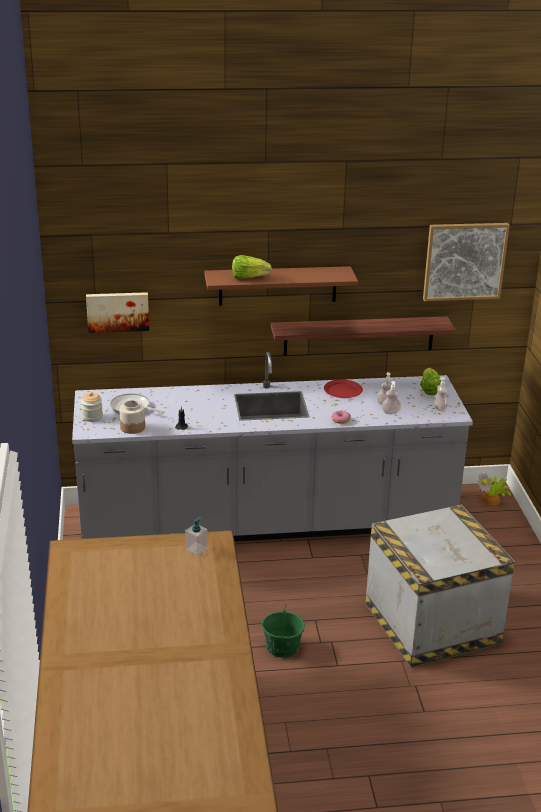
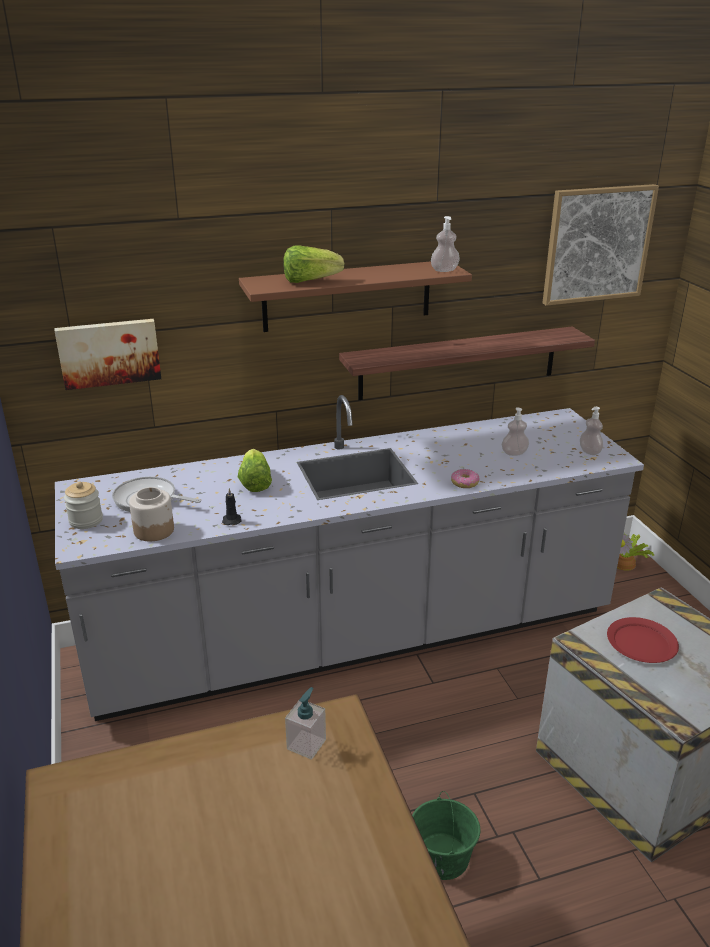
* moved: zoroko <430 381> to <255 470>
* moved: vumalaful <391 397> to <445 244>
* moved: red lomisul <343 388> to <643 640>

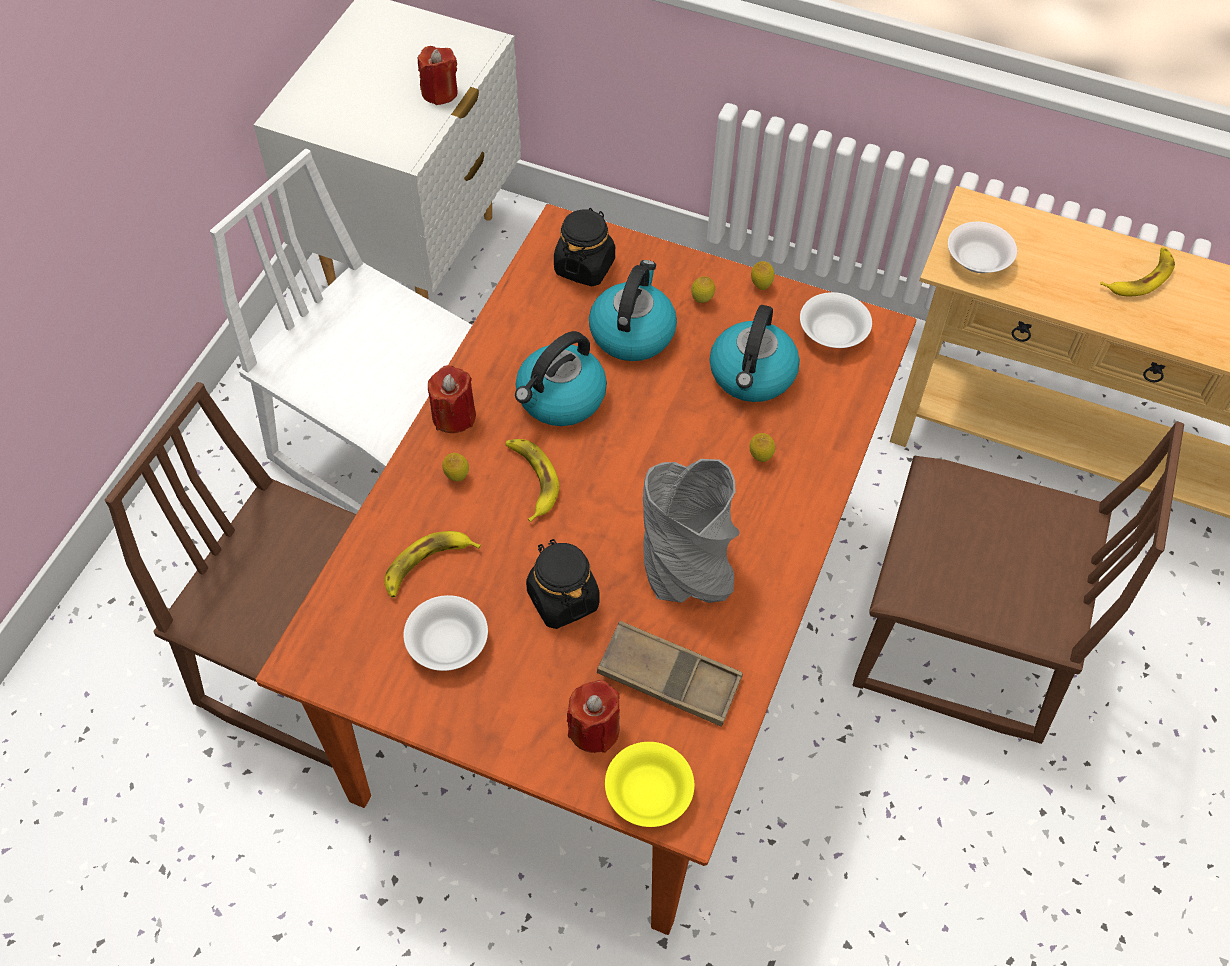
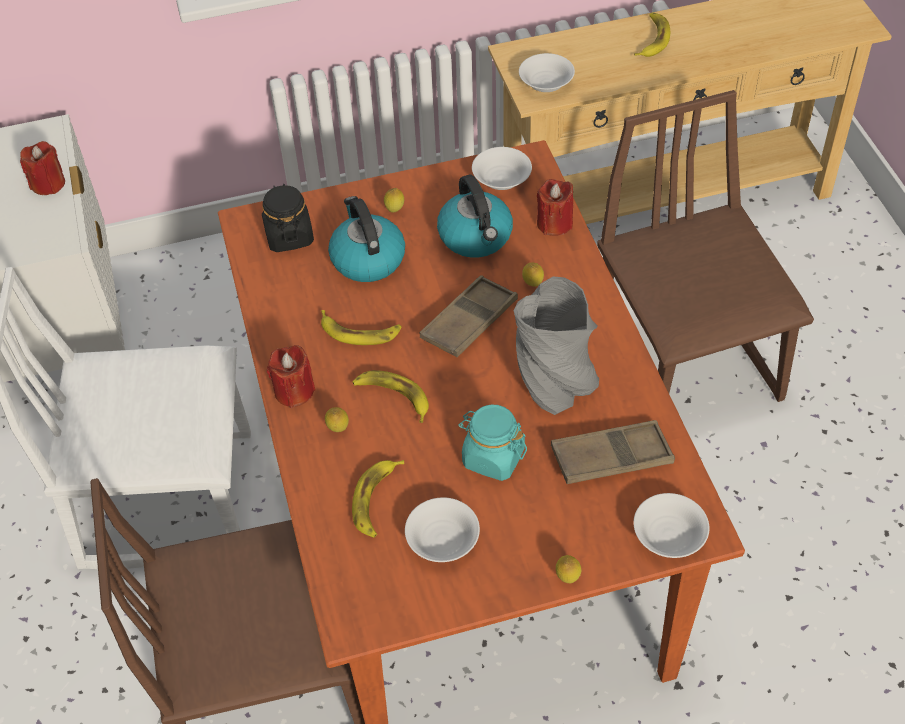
* replaced: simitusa <561 378> to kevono <361 327>
* added: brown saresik <469 316>
* recoloured: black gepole <563 584> to turquoise gepole <492 443>
* moved: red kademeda <593 716> to <555 207>
* moved: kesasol <762 275> to <569 569>
* turned: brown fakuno <1018 582> = <705 246> 90 degrees counterclockwise
* recoloured: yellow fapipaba <649 784> to white fapipaba <671 525>

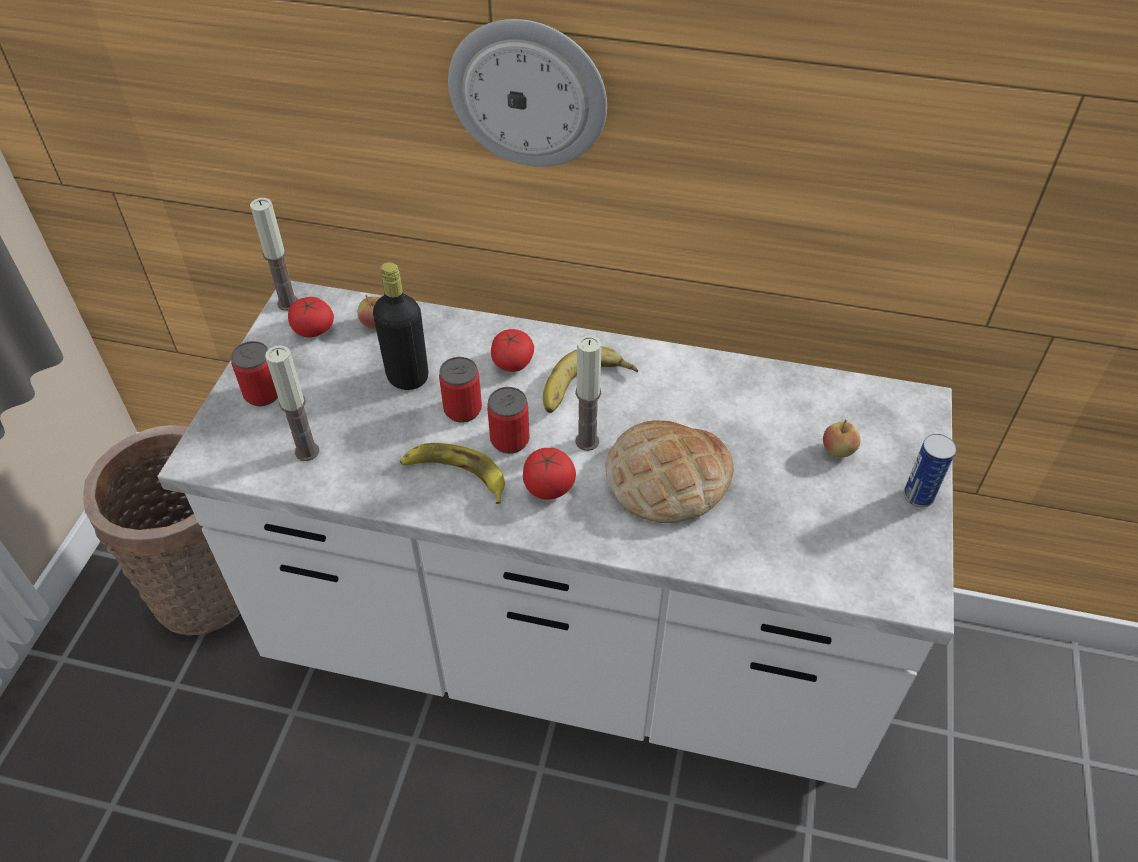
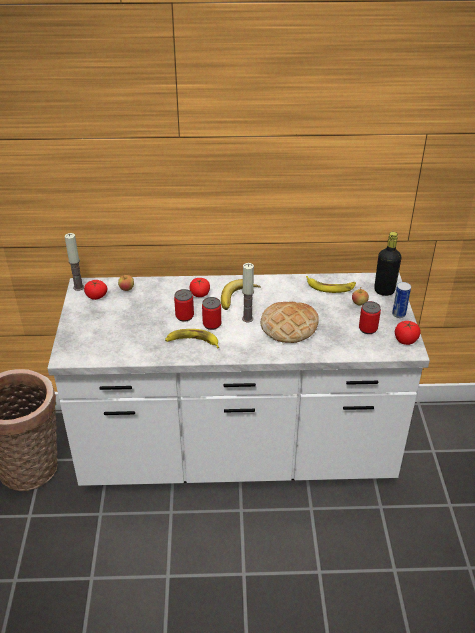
* added: kevono <331 284>
* moved: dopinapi <254 373> to <370 317>
* moved: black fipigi <400 326> to <387 264>
* moved: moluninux <549 474> to <408 333>
* removed: kademeda <292 403>
* removed: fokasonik <527 93>

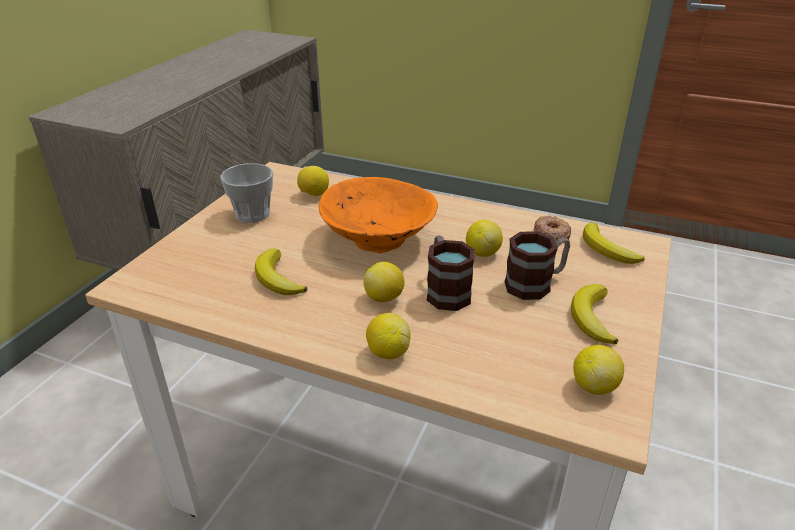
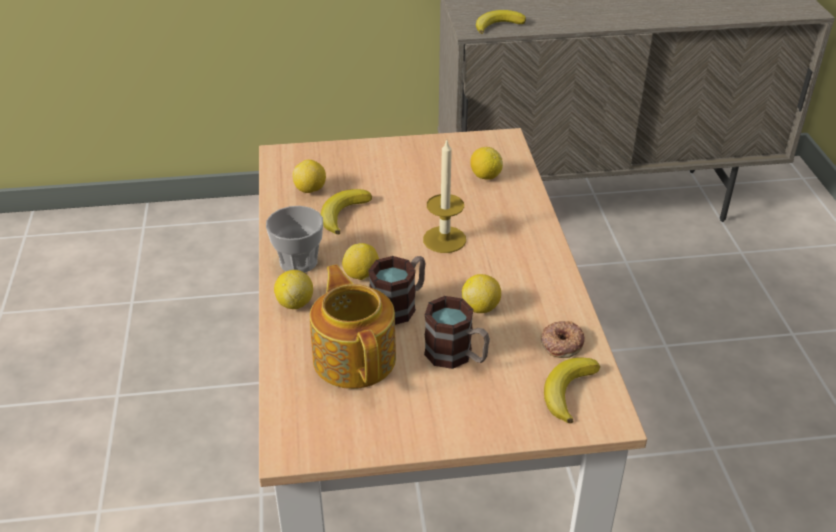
* moved: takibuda <246 193> to <294 239>
* moved: kesasol <598 370> to <309 176>
* added: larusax <353 326>
* replaced: orange fapipaba <378 215> to kademeda <444 195>
* moved: kevono <594 314> to <501 22>

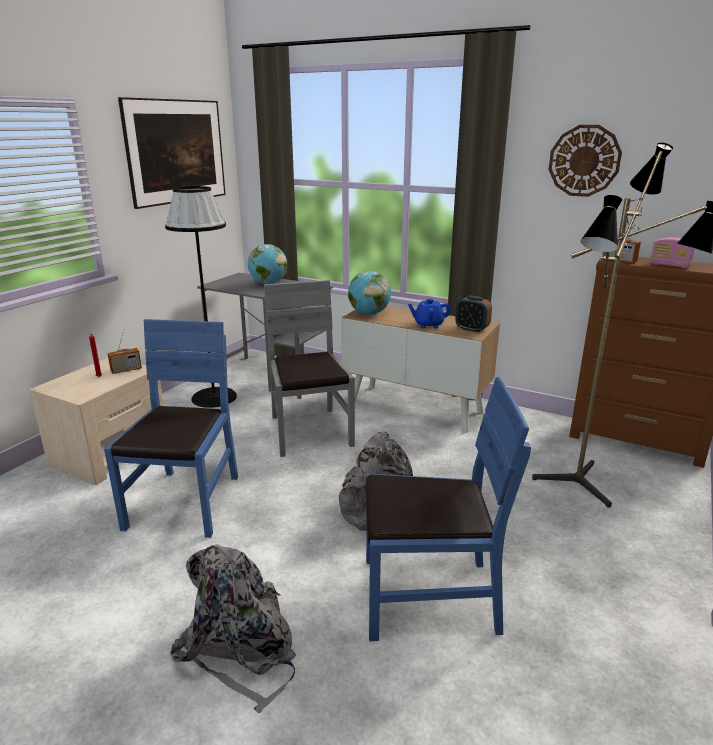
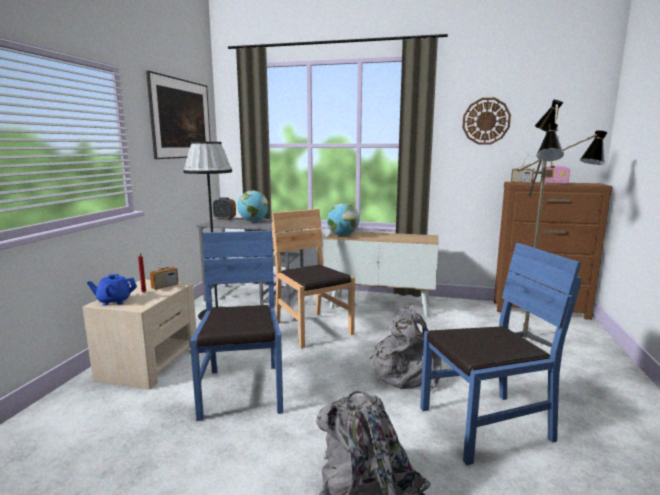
* moved: blue larusax <429 313> to <112 290>
* moved: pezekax <473 314> to <224 208>
* recoloured: grey fakuno <309 368> to brown fakuno <313 278>

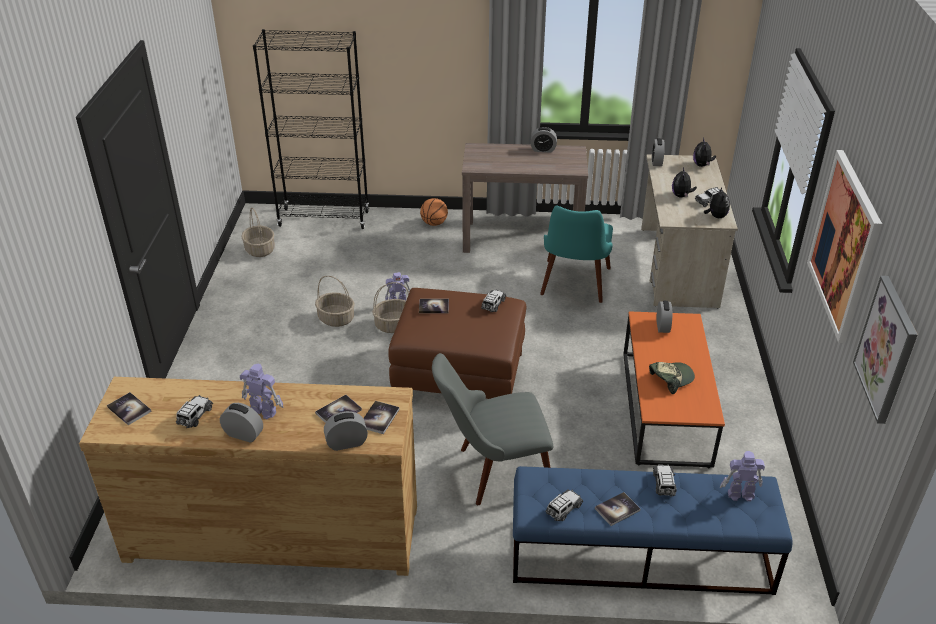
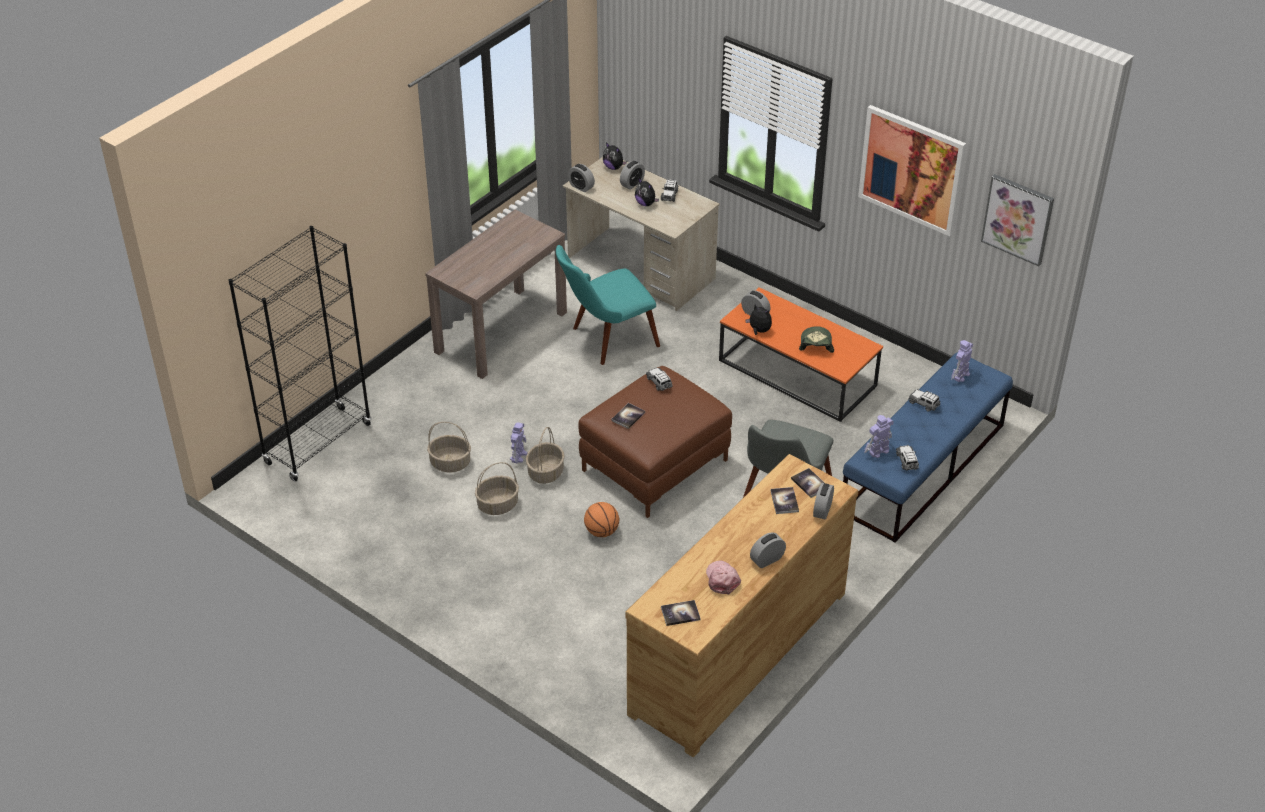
* moved: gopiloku <258 232> to <449 447>
* turned: turquoise fakuno <576 254> = <608 305> 105 degrees clockwise
* moved: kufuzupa <434 212> to <601 519>
* moved: pezekax <543 140> to <632 175>
* replaced: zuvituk <194 411> to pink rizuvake <723 577>
* moved: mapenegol <717 202> to <758 319>
* moved: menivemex <262 391> to <879 436>
* removed: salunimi <617 509>

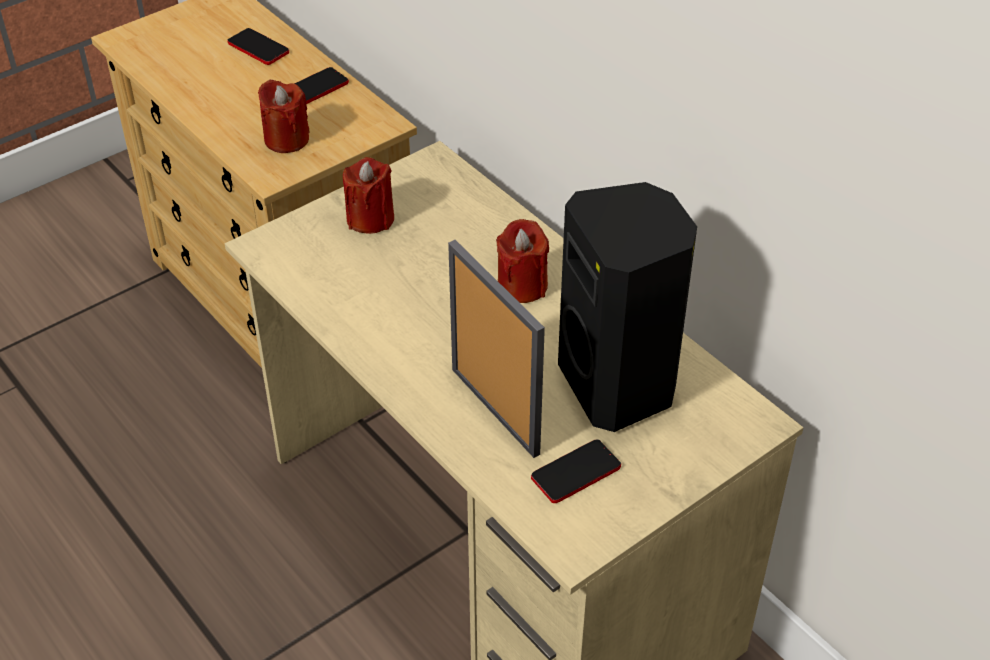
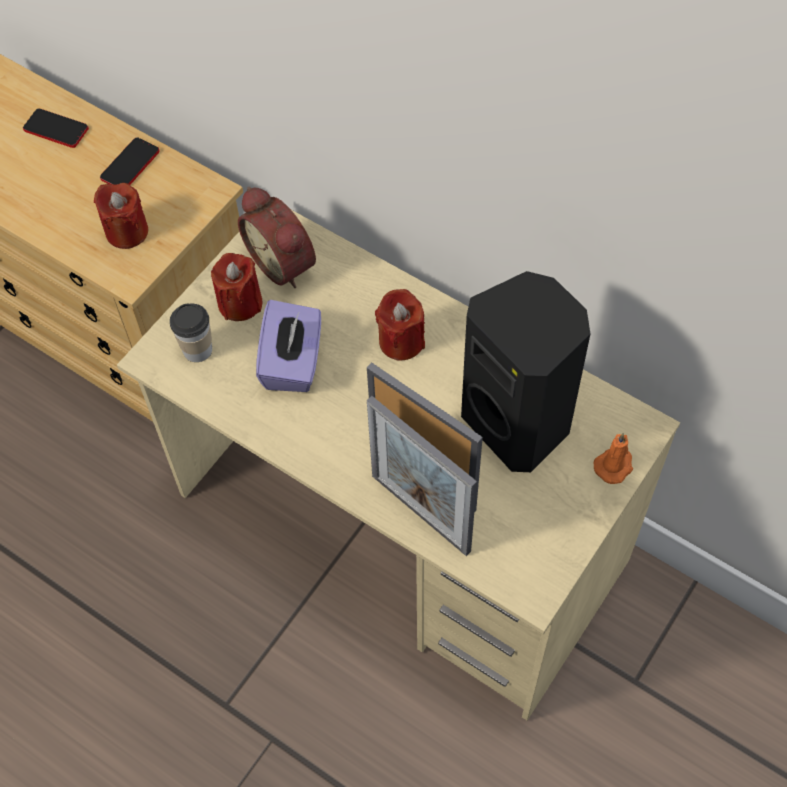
* added: takibuda <191 333>
* added: pezekax <277 237>
* added: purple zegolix <288 346>
* added: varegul <422 476>
* added: orange kademeda <613 458>
* removed: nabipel <576 471>

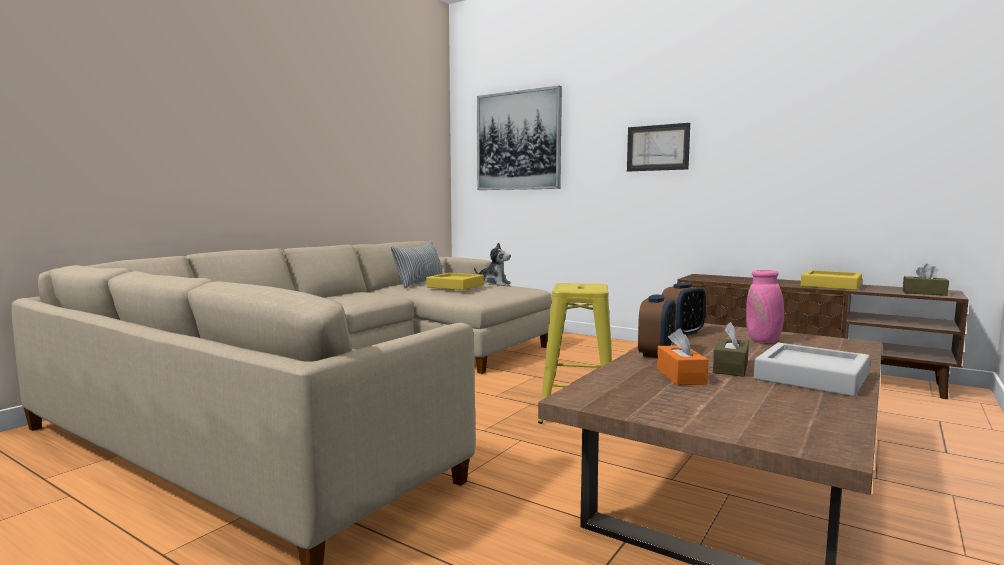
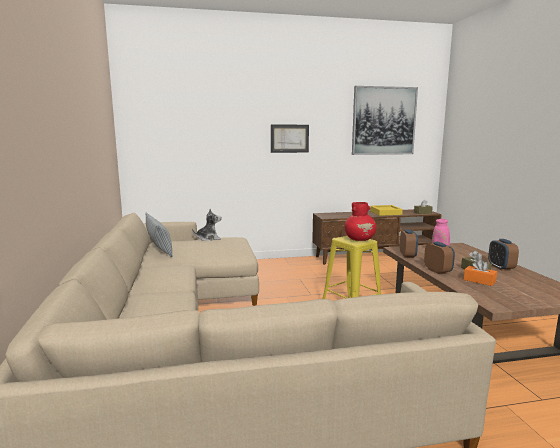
* added: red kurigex <361 221>
* moved: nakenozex <519 138> to <385 120>
* replaced: grey saresik <812 370> to pezekax <503 255>
* removed: yellow saresik <455 281>

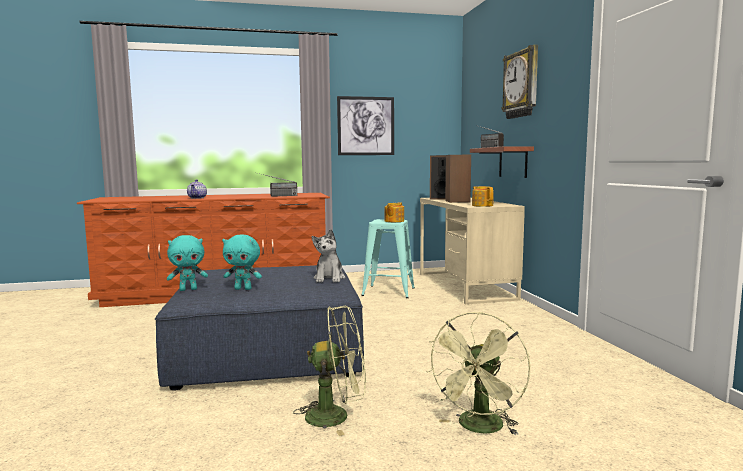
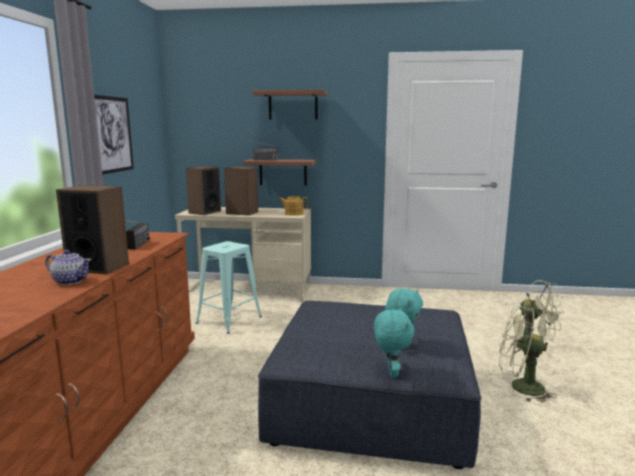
* added: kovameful <92 229>
* replaced: fokasonik <519 82> to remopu <290 104>
* turned: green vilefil <329 370> = <528 354> 90 degrees counterclockwise
* removed: mapenegol <328 256>
* removed: larusax <394 212>

